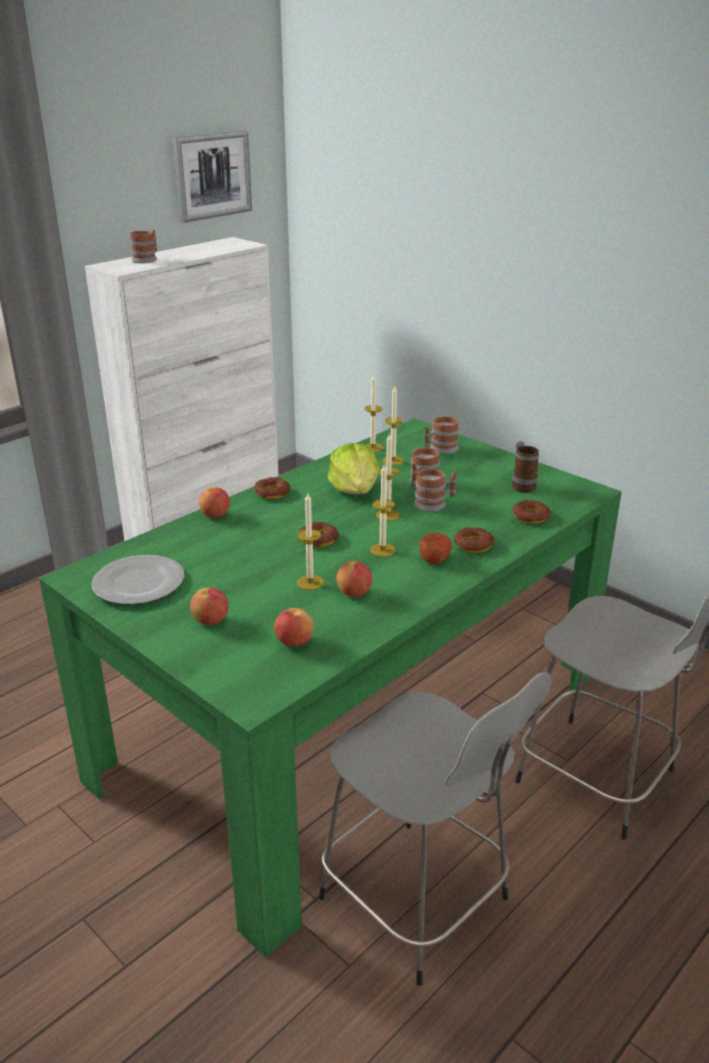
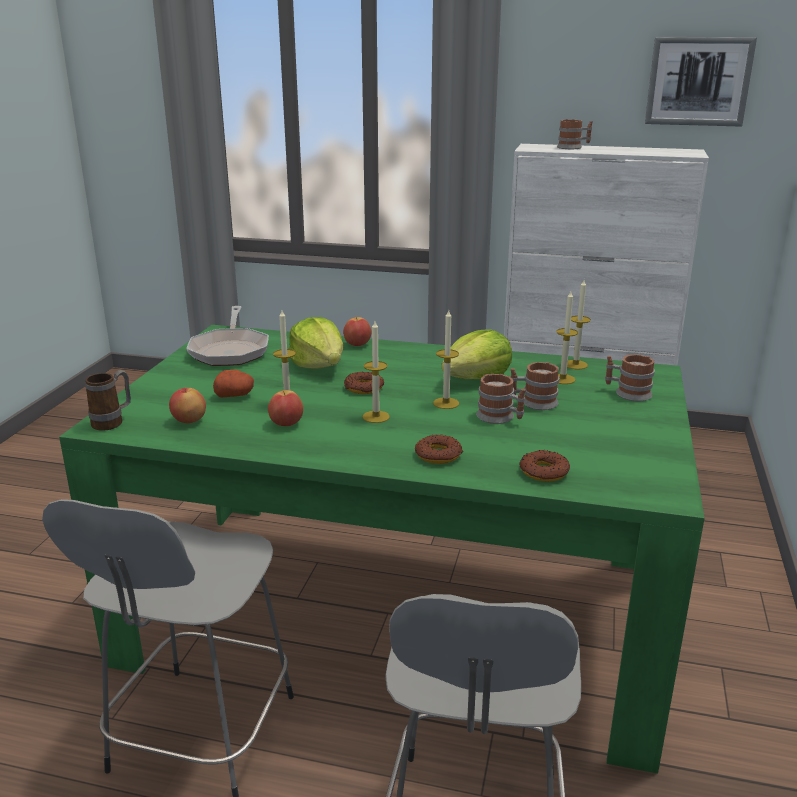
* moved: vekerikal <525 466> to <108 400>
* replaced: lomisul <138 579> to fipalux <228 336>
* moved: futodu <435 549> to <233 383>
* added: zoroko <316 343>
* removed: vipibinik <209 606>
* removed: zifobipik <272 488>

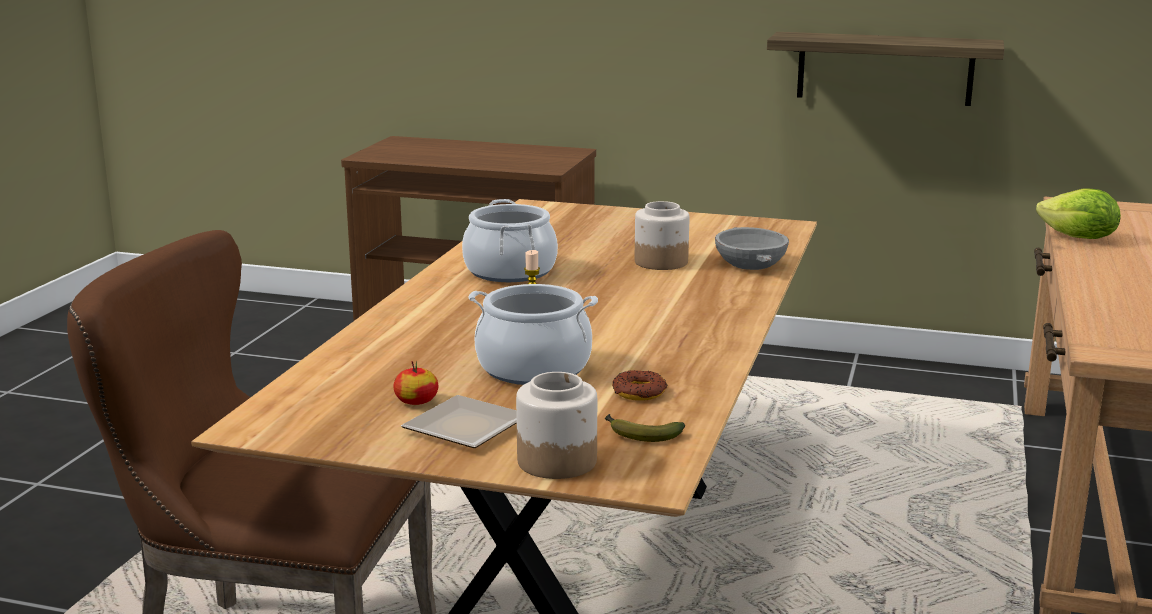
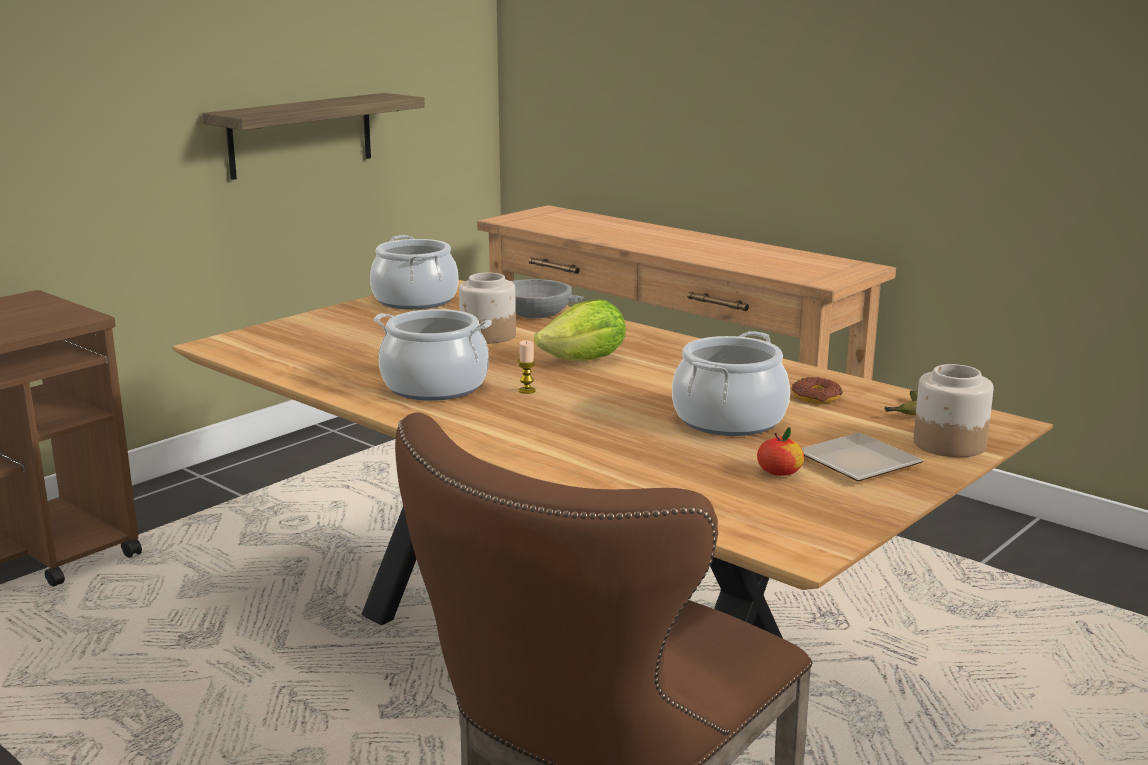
* added: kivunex <414 272>
* moved: zoroko <1078 214> to <580 330>

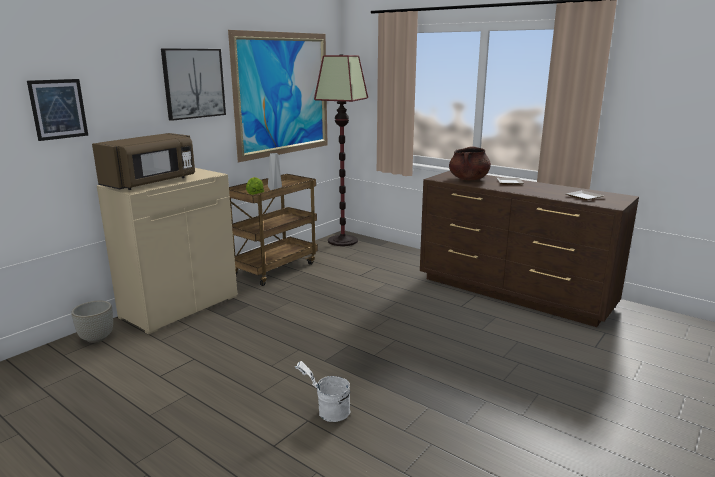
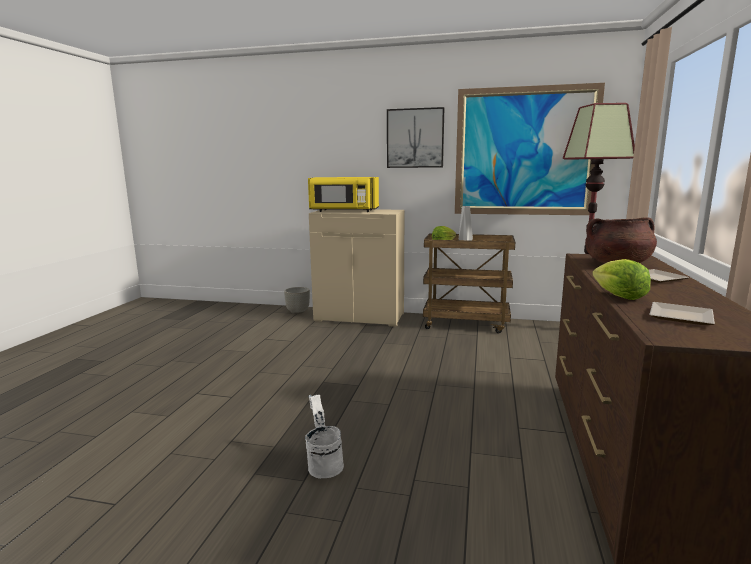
* moved: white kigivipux <322 391> to <324 437>
* recoloured: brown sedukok <143 161> to yellow sedukok <343 194>
* added: zoroko <621 279>
* removed: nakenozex <57 110>

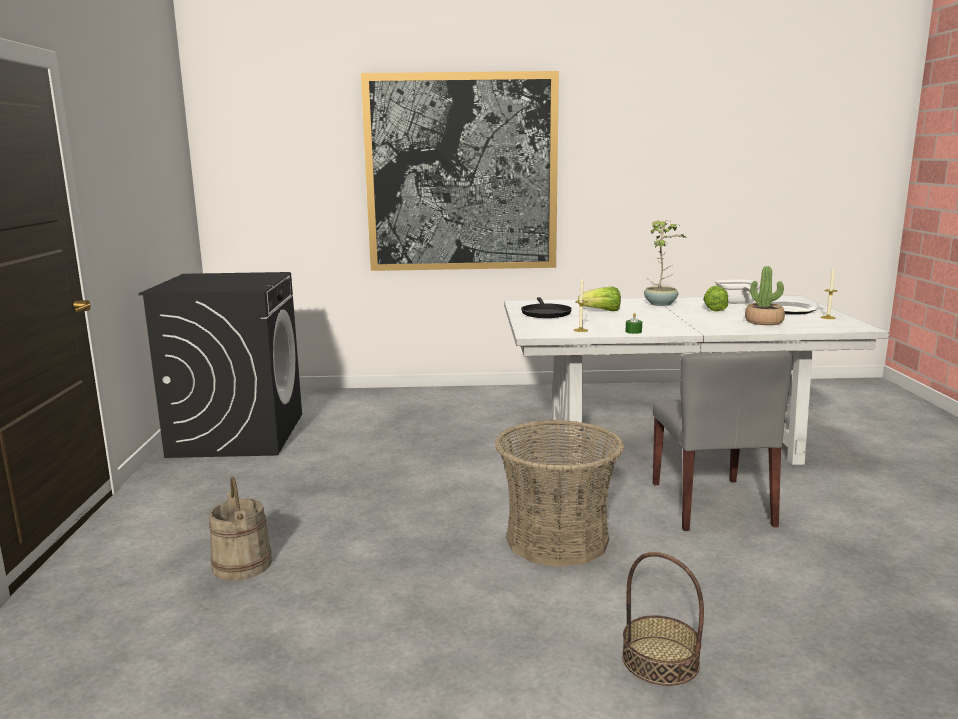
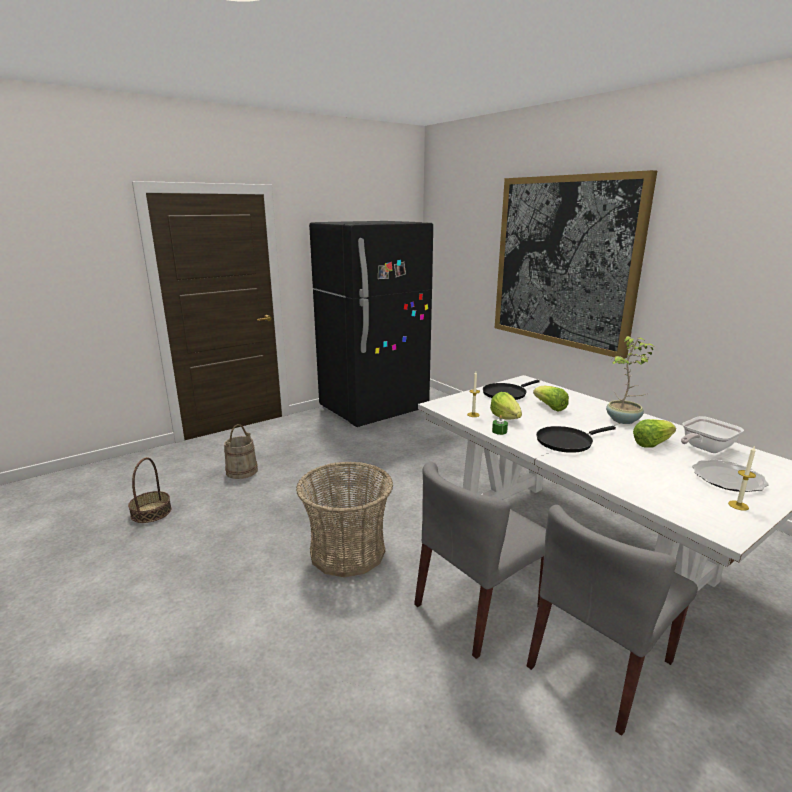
* moved: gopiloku <663 619> to <150 490>
* replaced: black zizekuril <220 365> to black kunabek <371 324>
* added: zoroko <506 406>
* added: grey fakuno <612 620>
* added: black fipalux <576 439>
* removed: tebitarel <765 295>

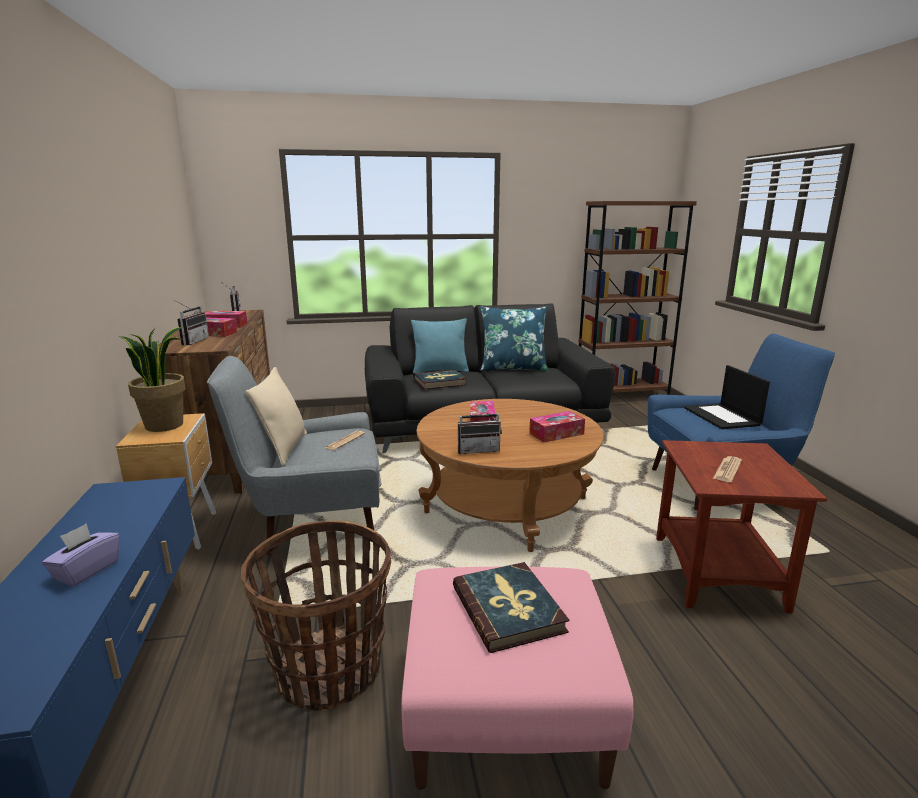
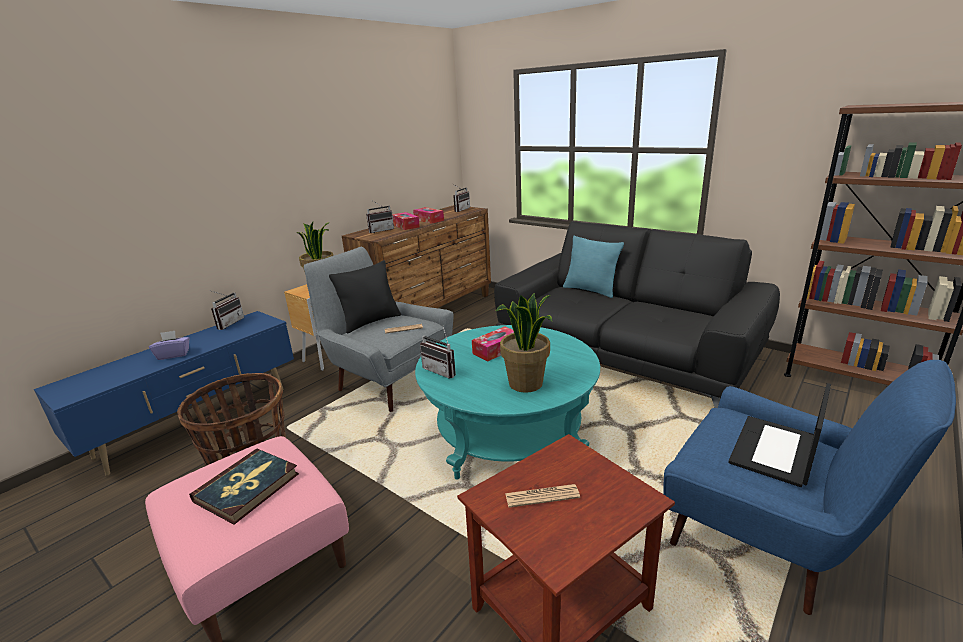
* added: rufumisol <227 310>
* recoloured: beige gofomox <276 416> to black gofomox <365 297>
* recoloured: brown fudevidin <510 475> to turquoise fudevidin <507 402>
* replaced: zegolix <557 427> to tebitarel <524 343>
* removed: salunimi <440 379>
* removed: blue gofomox <514 339>

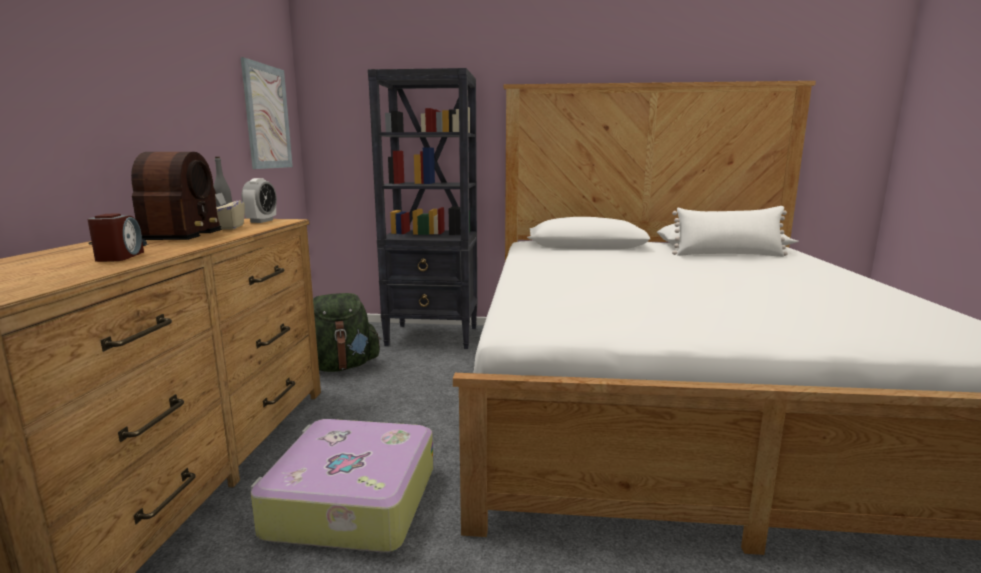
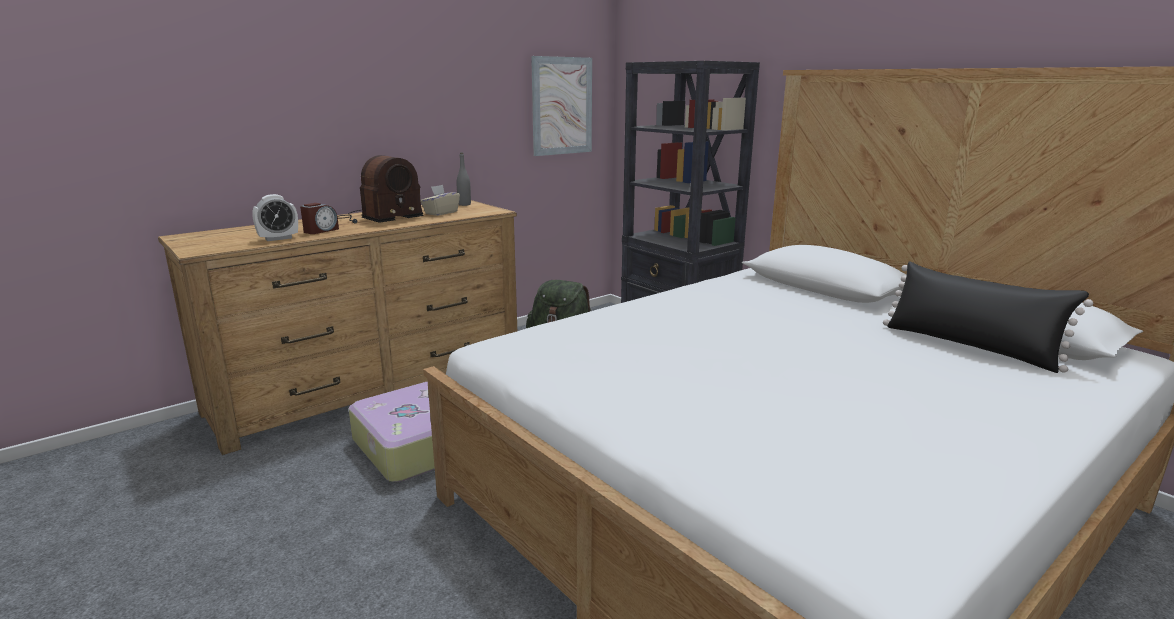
* moved: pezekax <259 200> to <275 217>
* recoloured: white gofomox <730 231> to black gofomox <988 317>

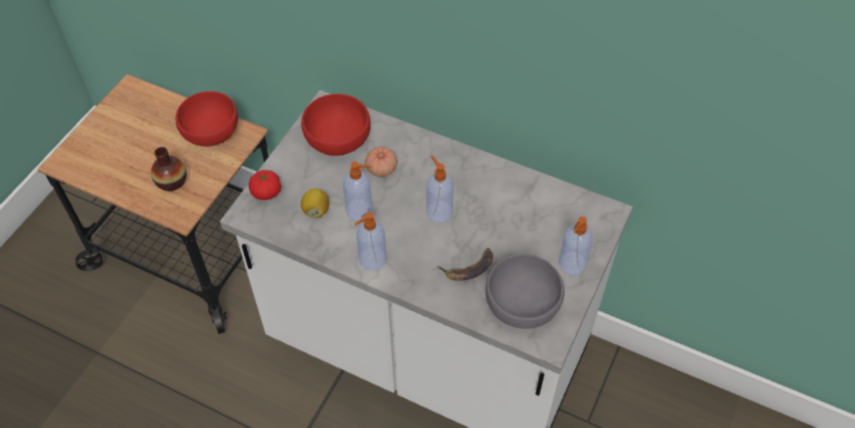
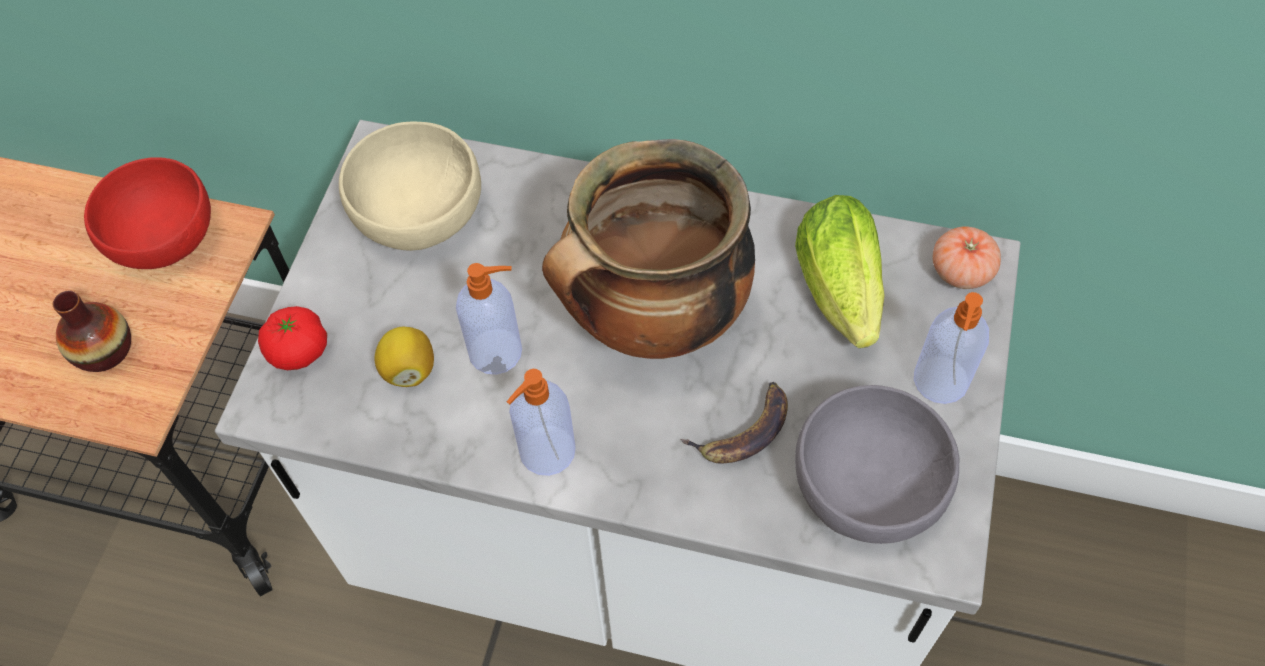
* recoloured: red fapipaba <336 125> to beige fapipaba <410 186>
* replaced: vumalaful <440 189> to kivunex <648 249>
* added: zoroko <840 271>
* moved: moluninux <381 162> to <966 257>

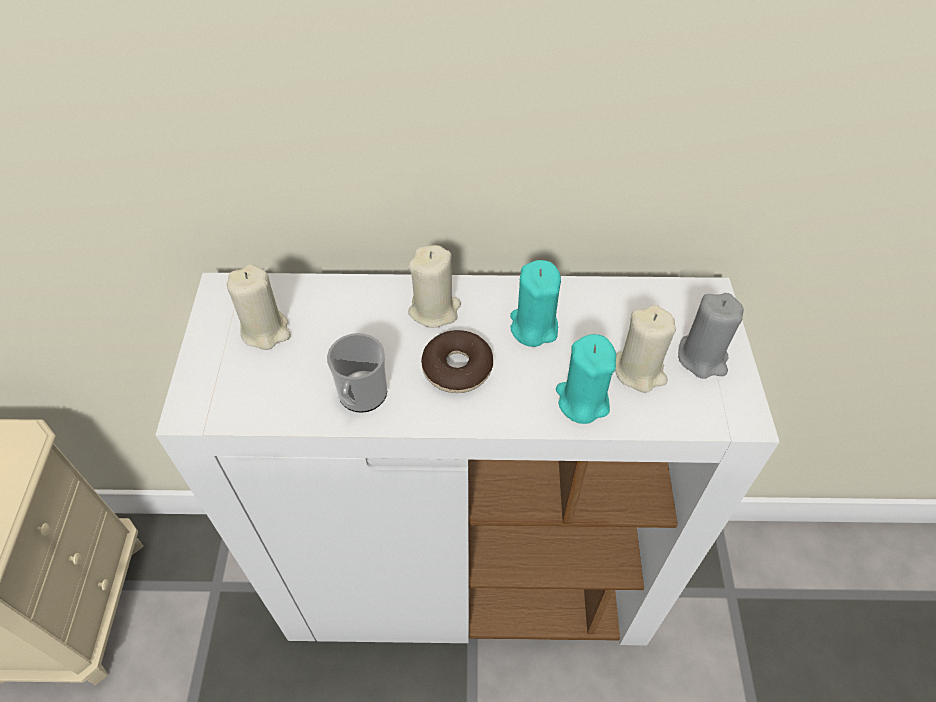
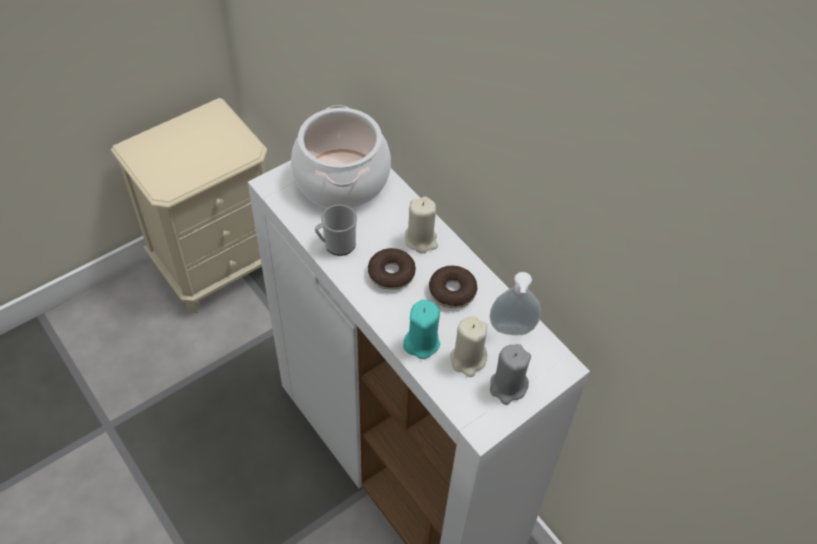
* replaced: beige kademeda <259 307> to kivunex <341 156>
* replaced: turquoise kademeda <535 303> to zifobipik <453 287>
* added: vumalaful <515 303>

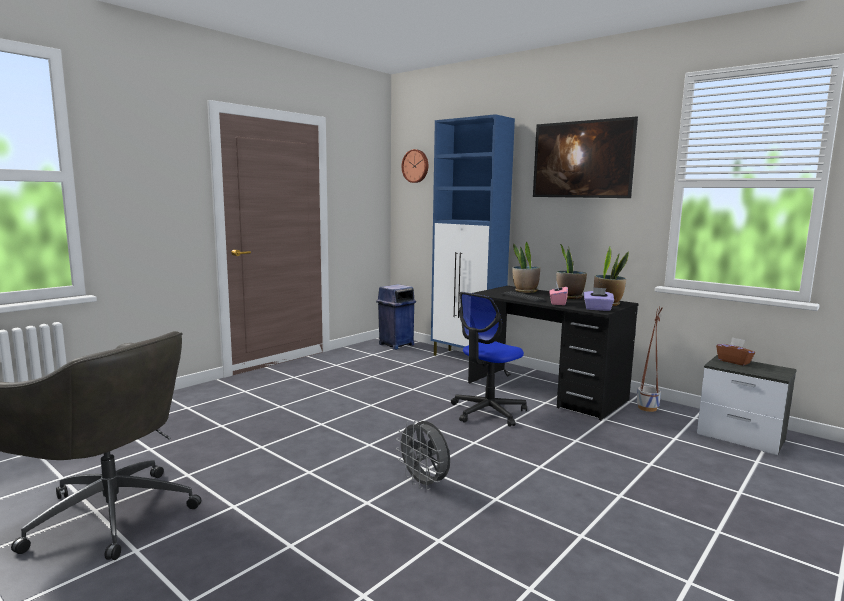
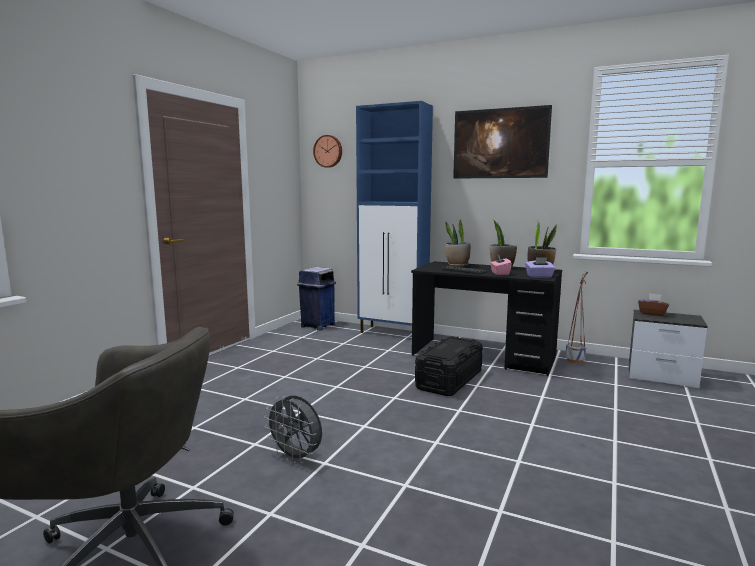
* moved: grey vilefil <423 455> to <293 429>
* replaced: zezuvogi <489 359> to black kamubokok <449 366>

